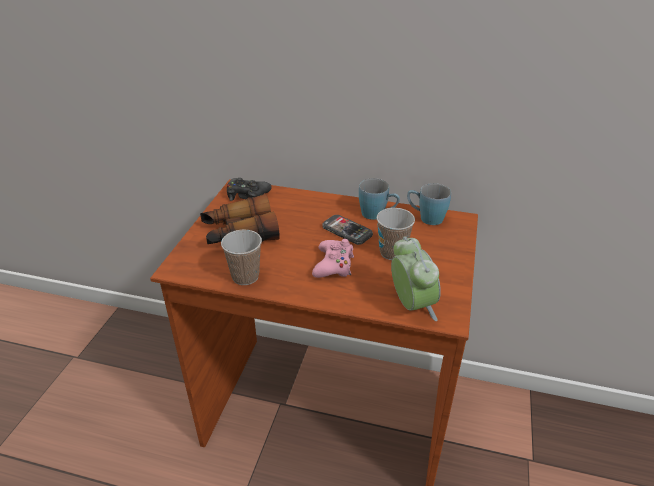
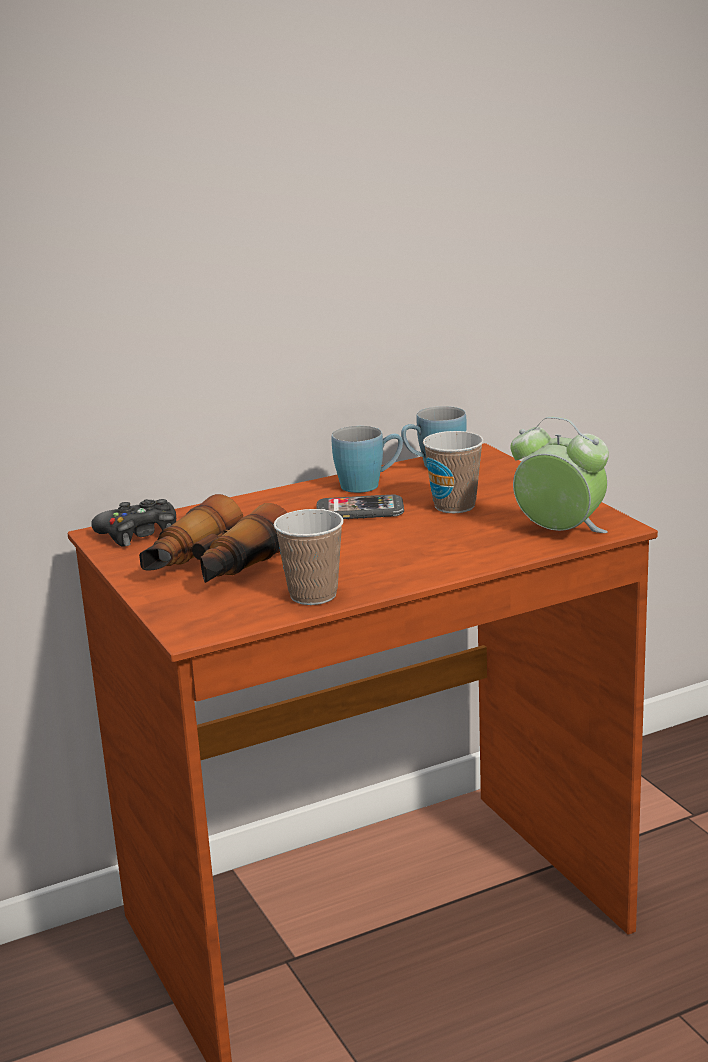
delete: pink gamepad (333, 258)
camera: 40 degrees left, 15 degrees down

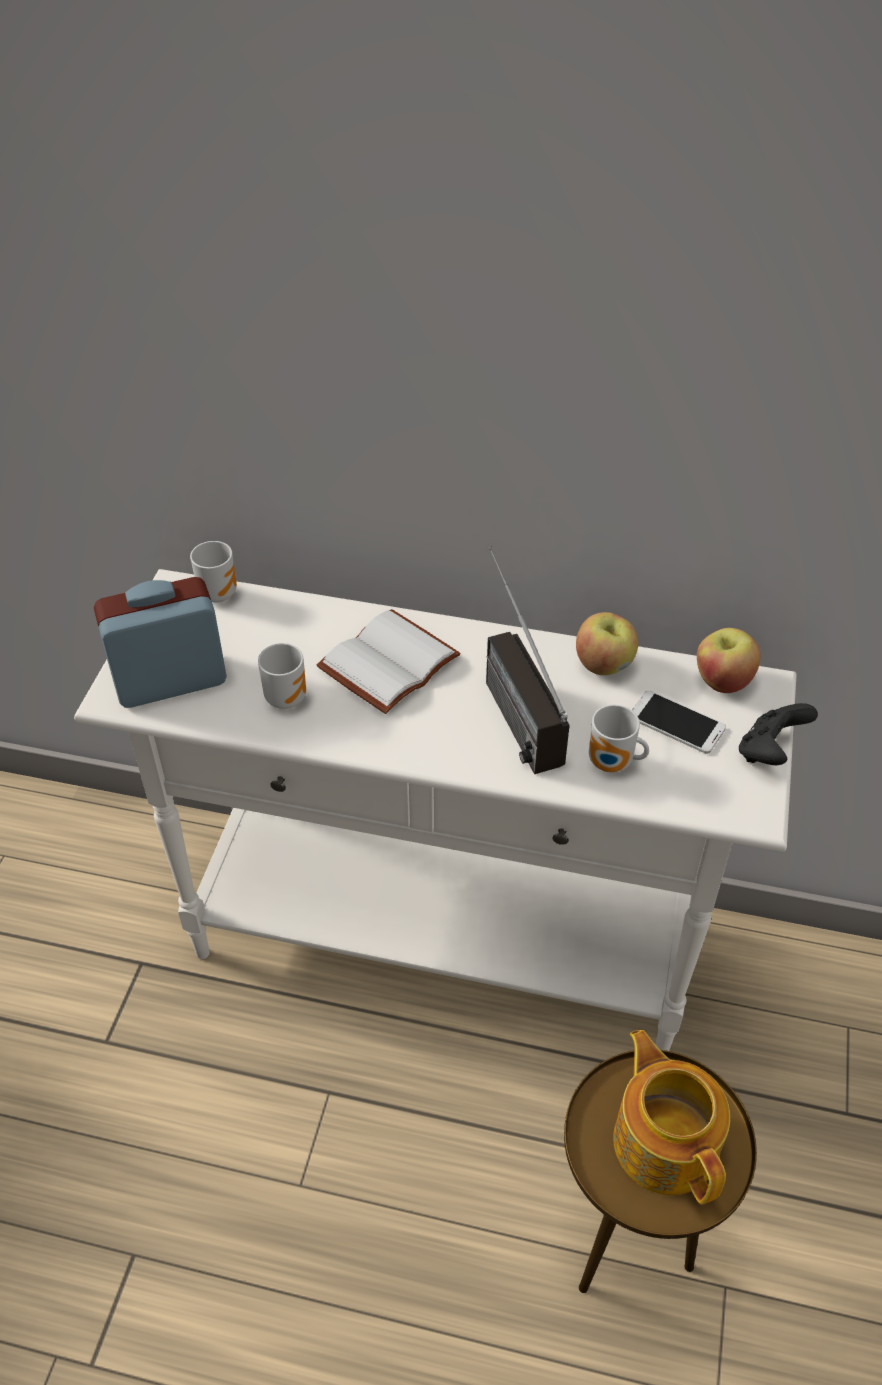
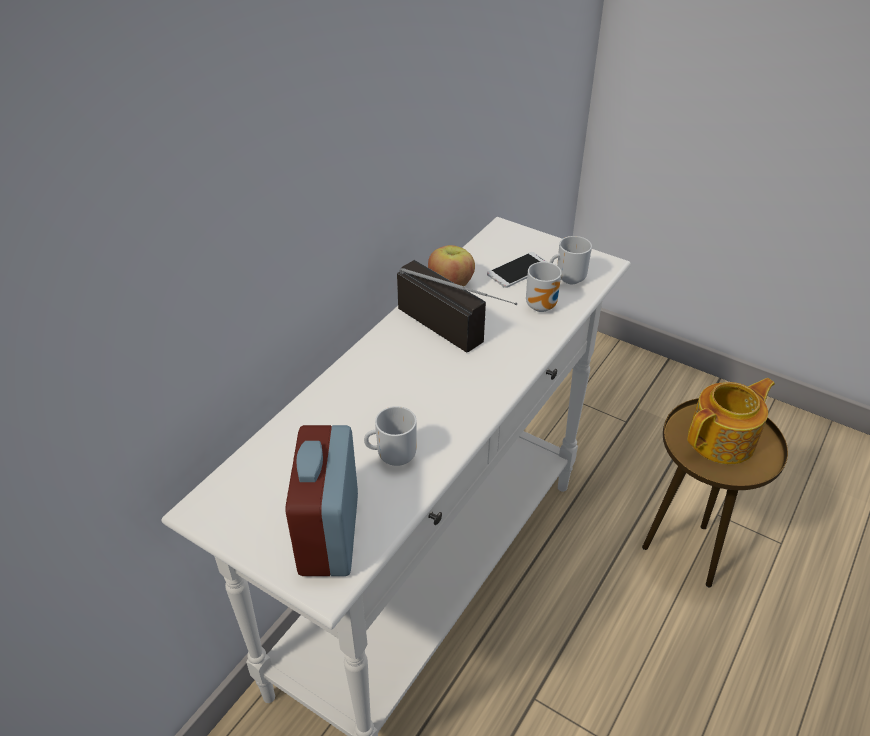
delete: whitish bound book (388, 661); apple (729, 660); blackish gamepad (778, 734)
move: coffee mug (213, 572) to (571, 260)
rotate: radio set (528, 660) = (457, 306) 135 degrees counterclockwise; teapot (671, 1117) = (731, 421) 150 degrees clockwise
camera: 70 degrees left, 5 degrees down

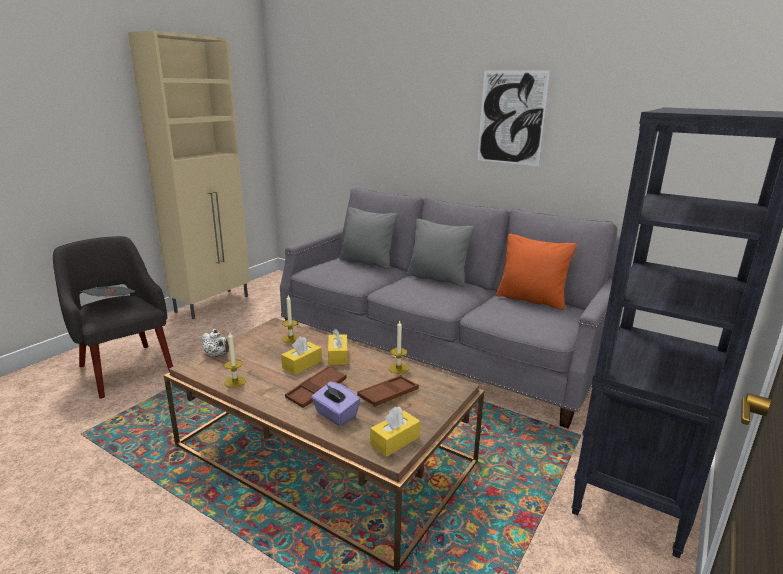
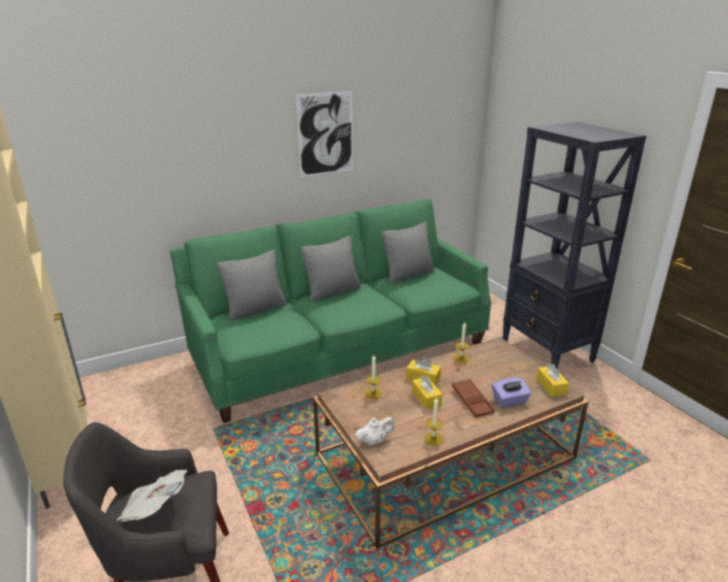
delete: brownish tray (388, 391)
recolor: greyish couch (450, 307) to green couch (330, 311); orange cushion (536, 272) to greyish cushion (408, 252)
camera: 60 degrees left, 5 degrees up

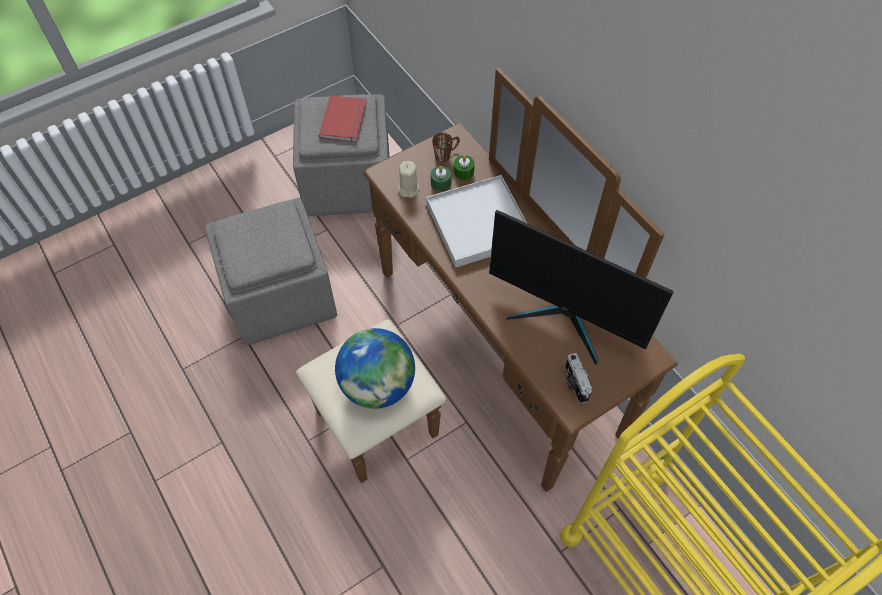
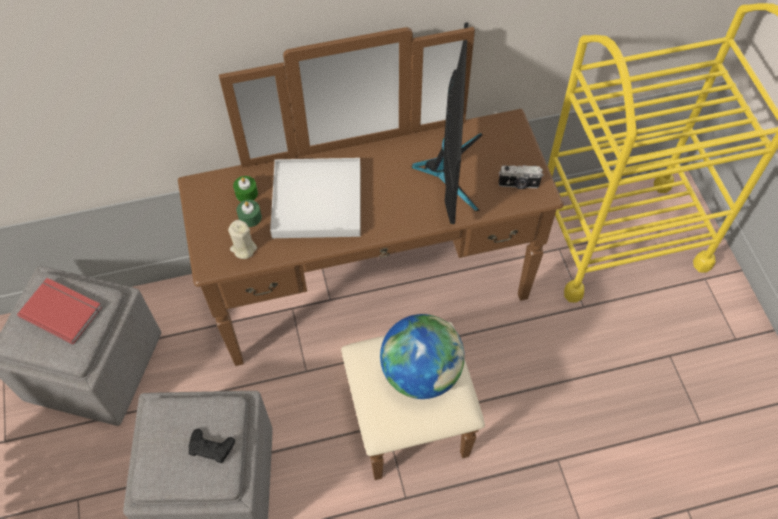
delete: brownish coffee mug (446, 147)
insert: blackish gamepad (212, 446)
rotate: computer display (581, 287) = (447, 123) 45 degrees counterclockwise
camera: 70 degrees left, 0 degrees up

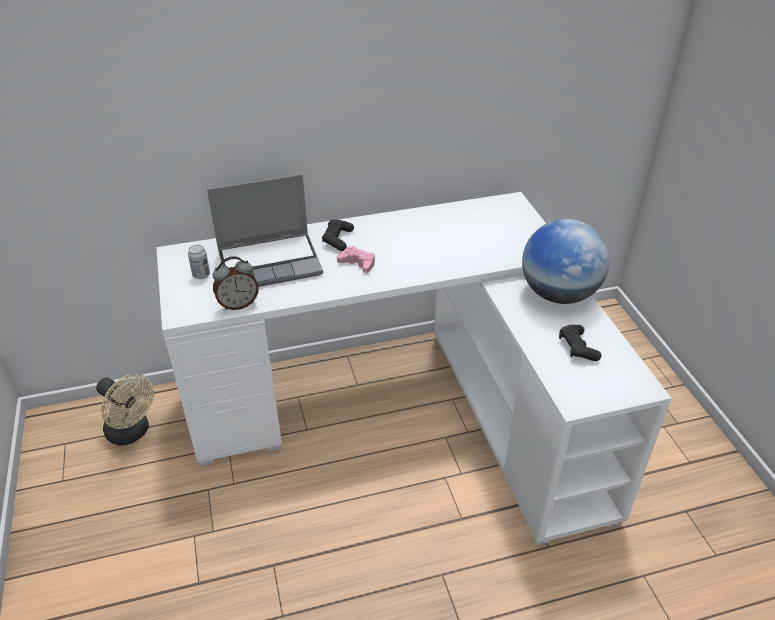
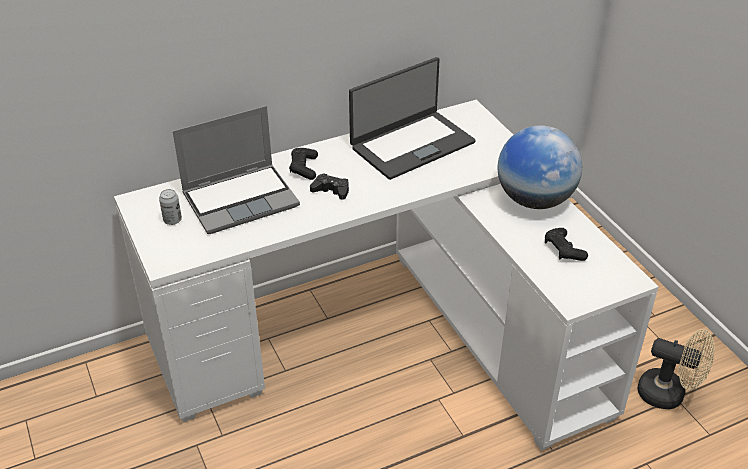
delete: alarm clock (236, 283)
insert: portable computer (412, 118)
move: sand-coloured fan (125, 410) to (676, 369)
recolor: pink gamepad (356, 259) to blackish gamepad (329, 186)
camera: 10 degrees left, 0 degrees up

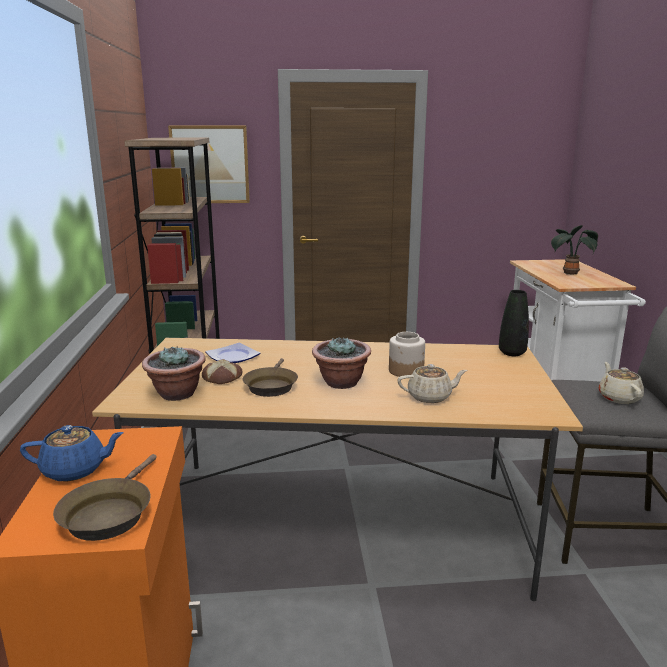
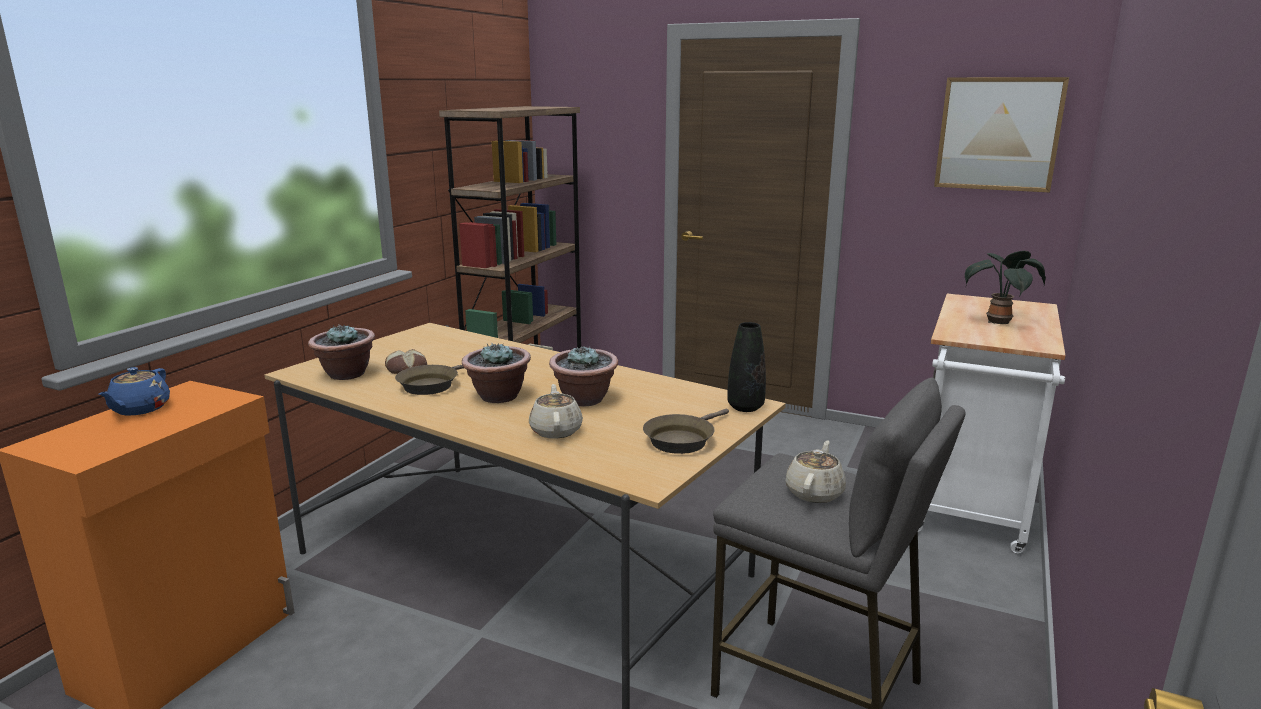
delete: flat dish (232, 353)
move: wall picture (209, 164) to (1001, 134); brownish skillet (105, 497) to (686, 431)
replace: preserve jar (407, 354) to plant in a pot (583, 375)
rotate: sand-coloured teapot (432, 383) = (556, 411) 120 degrees counterclockwise; blue-coloured teapot (72, 453) = (134, 391) 75 degrees clockwise
camera: 30 degrees right, 0 degrees up

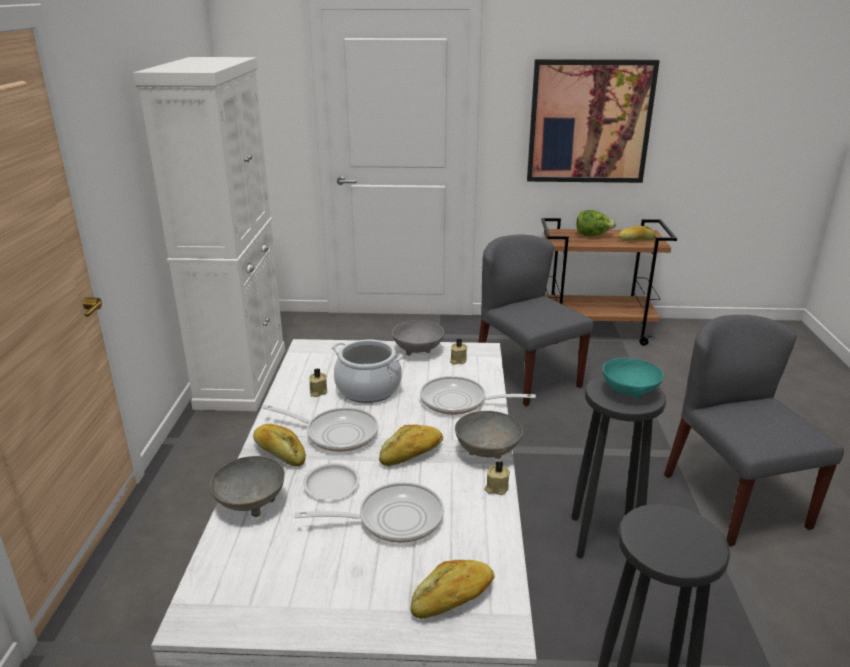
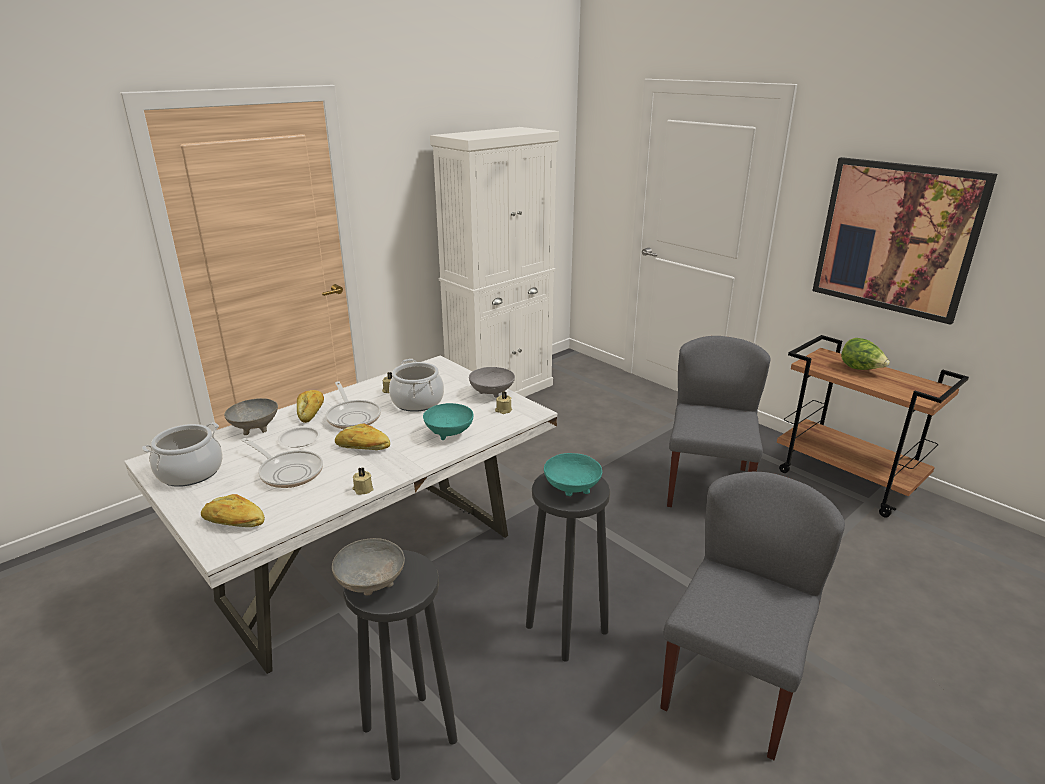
delete: bread (637, 233)
insert: saucepot (182, 454)
move: greyish deep dish (489, 435) to (368, 566)
replace: skillet (478, 395) to turquoise-coloured deep dish (448, 421)
camera: 45 degrees right, 0 degrees up

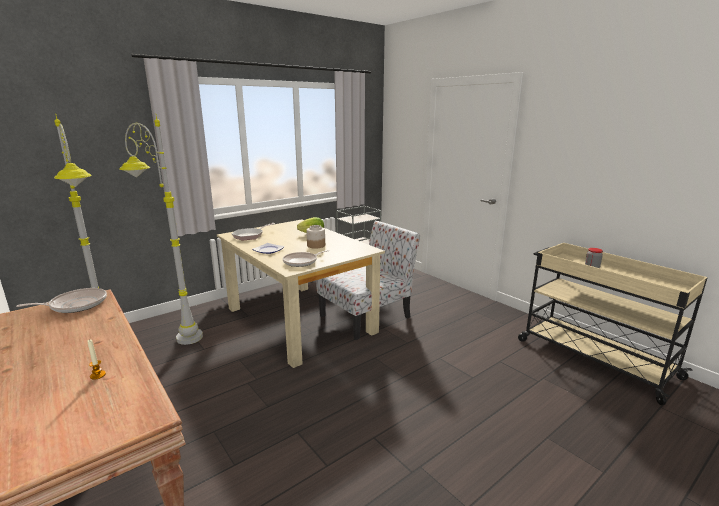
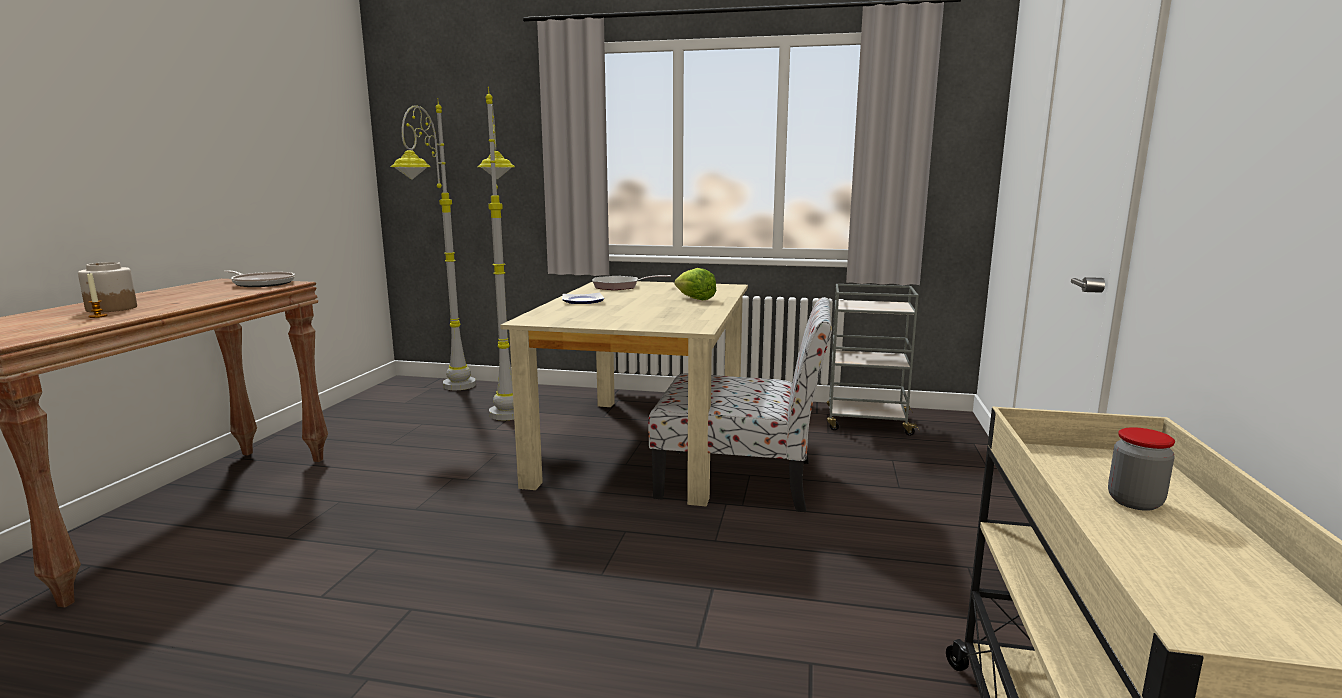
delete: skillet (306, 258)
move: preserve jar (315, 237) to (107, 287)
camera: 50 degrees right, 5 degrees down

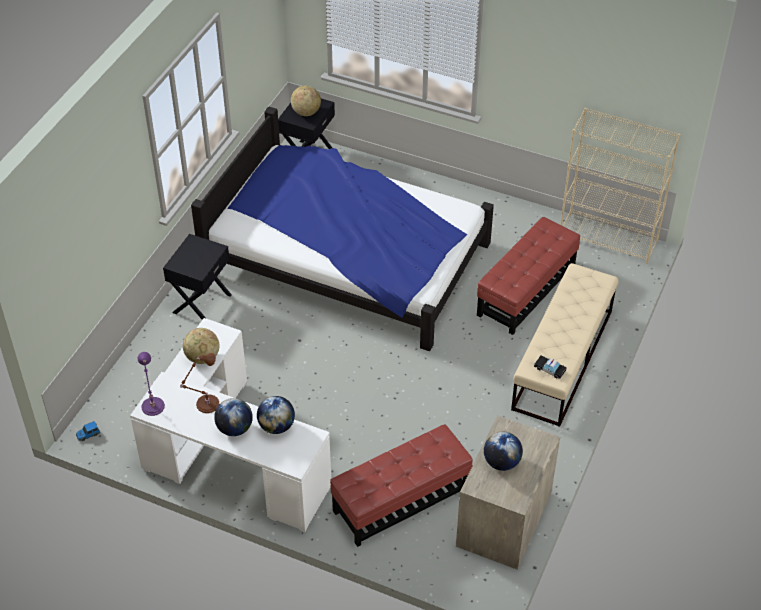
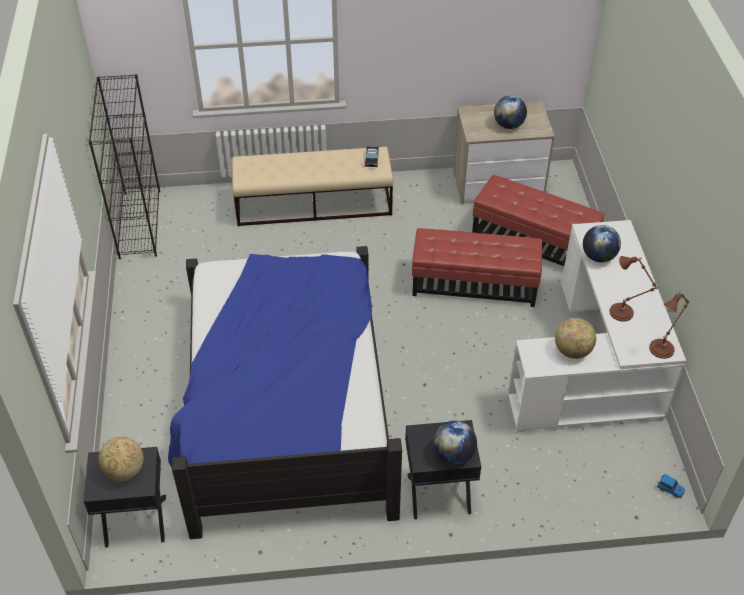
move: red-coloured footrest (528, 276) to (477, 267); world globe (233, 417) to (455, 442)
recolor: sand-coloured shelving unit (620, 186) to blackish shelving unit (124, 166); purple-coloured table lamp (151, 384) to brownish table lamp (669, 325)
camera: 120 degrees left, 0 degrees up

